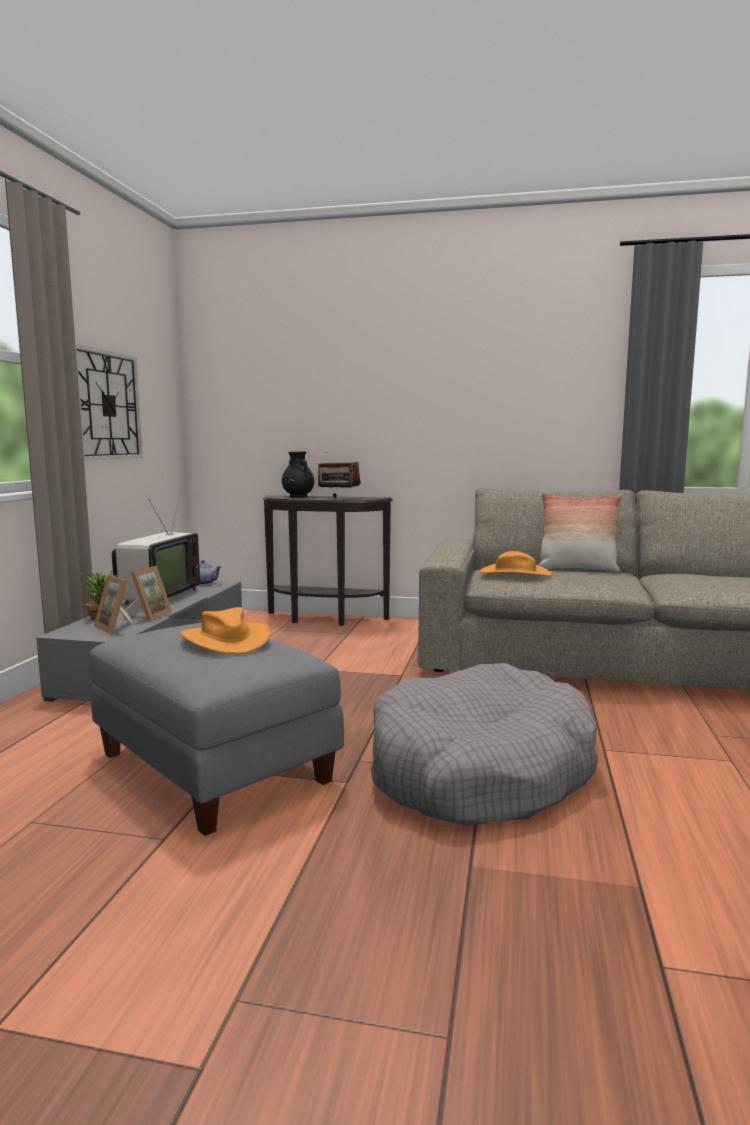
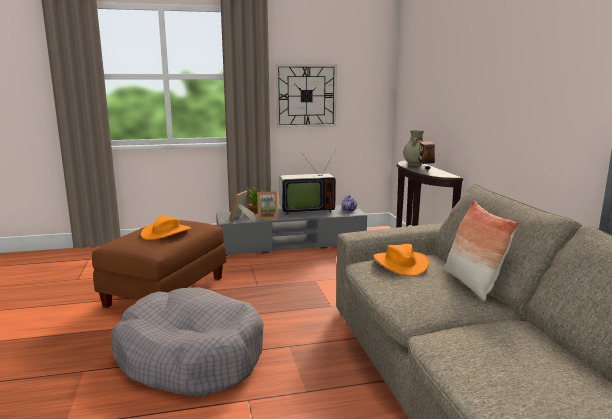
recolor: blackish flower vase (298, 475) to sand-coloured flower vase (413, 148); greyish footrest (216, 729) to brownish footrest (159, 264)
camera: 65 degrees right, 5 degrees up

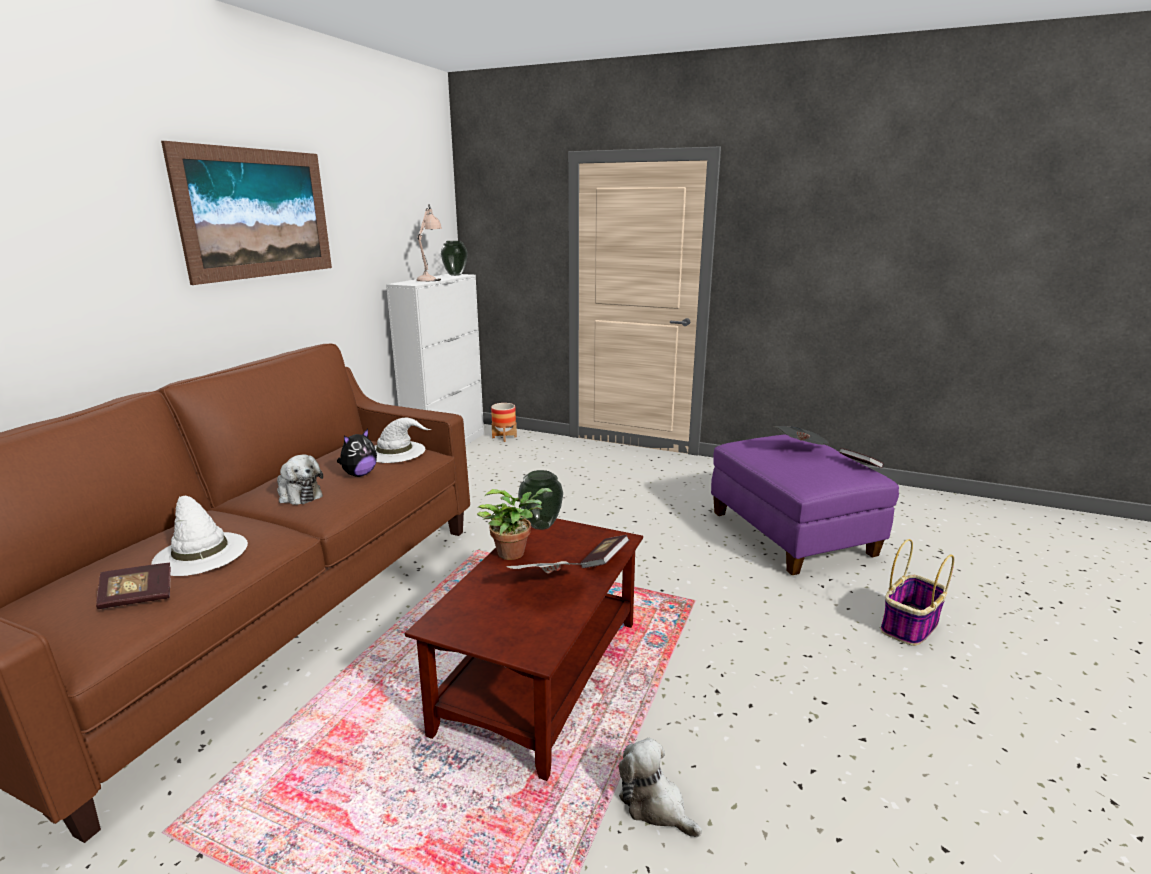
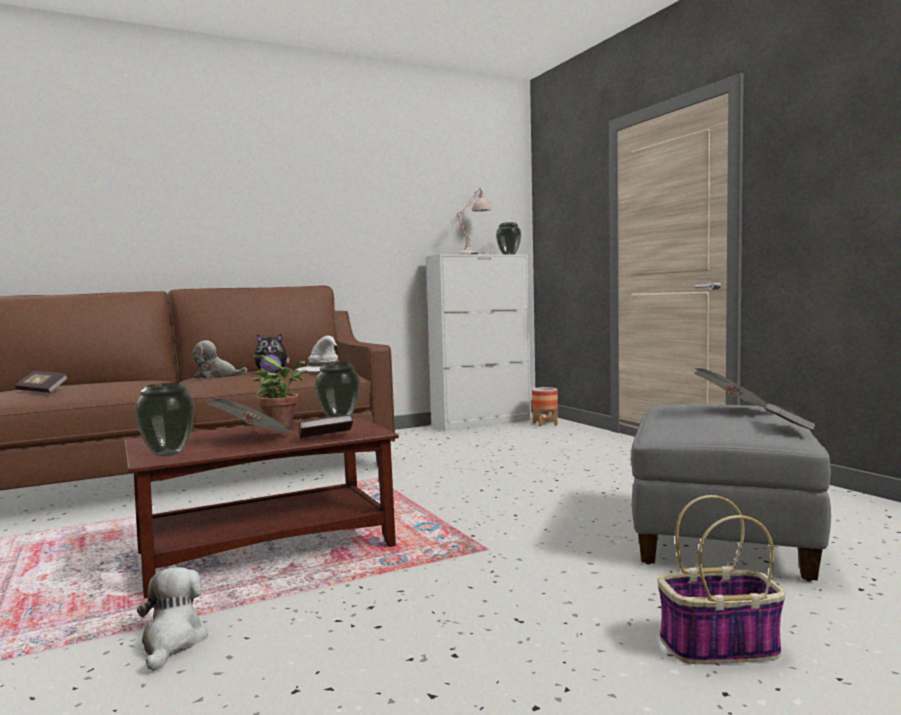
delete: wall picture (246, 213); whitish wearable hat (199, 536)
insert: flower vase (164, 419)
recolor: purple-coloured footrest (805, 504) to greyish footrest (731, 492)
rotate: cuddly toy (300, 479) = (219, 359) 105 degrees clockwise
camera: 40 degrees right, 15 degrees down

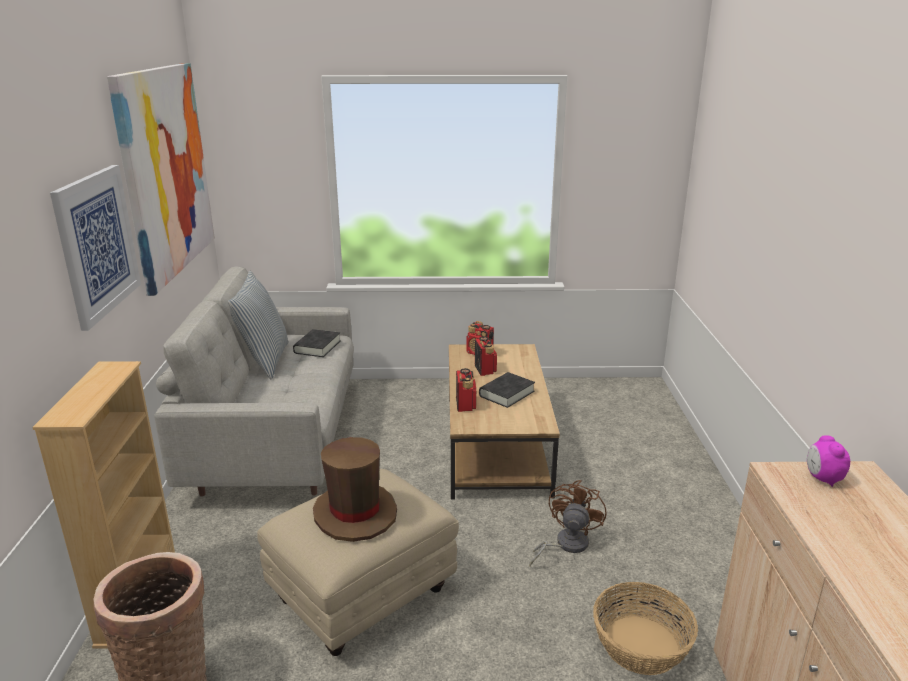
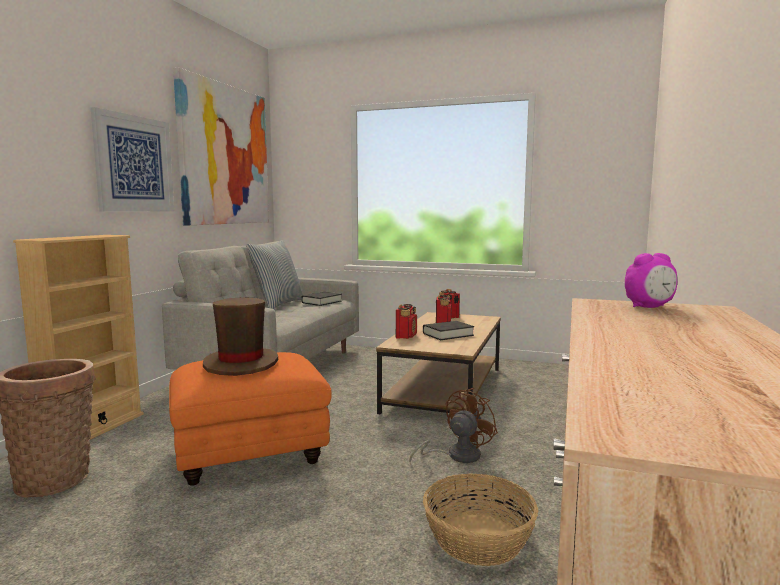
recolor: sand-coloured footrest (358, 562) to orange footrest (250, 419)
rotate: alarm clock (828, 461) = (651, 280) 120 degrees counterclockwise
camera: 20 degrees right, 15 degrees down

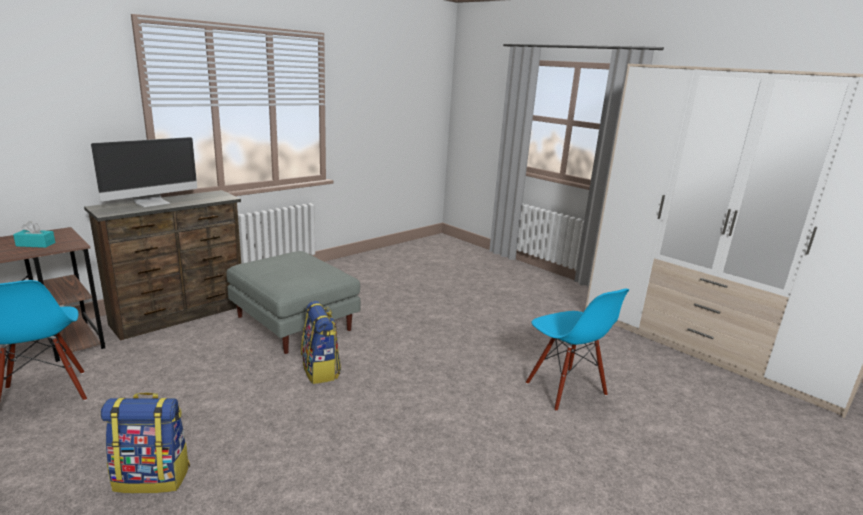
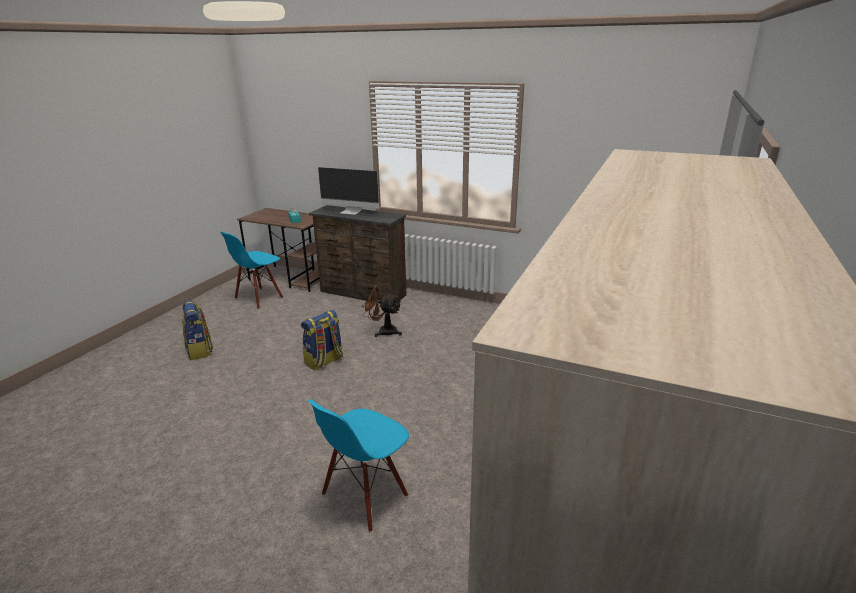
replace: greyish footrest (293, 302) to brownish fan (381, 309)
camera: 70 degrees right, 5 degrees up

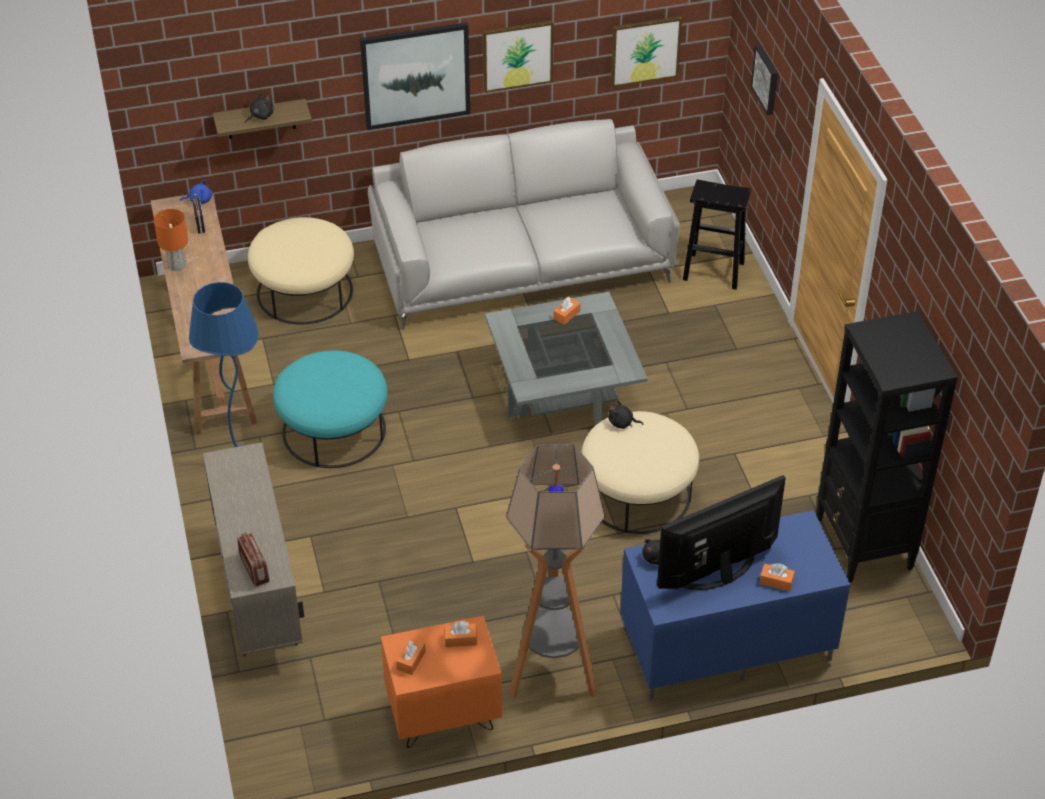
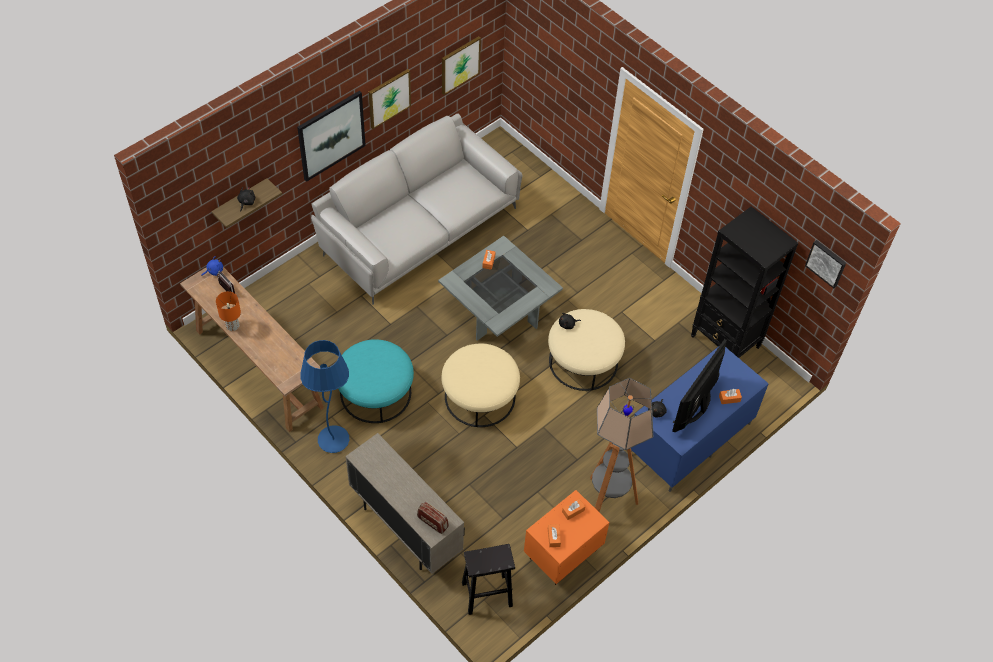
move: wall picture (764, 80) to (825, 264); blackish stool seat (717, 234) to (488, 579); sand-coloured footrest (301, 270) to (480, 385)
camera: 30 degrees left, 10 degrees up

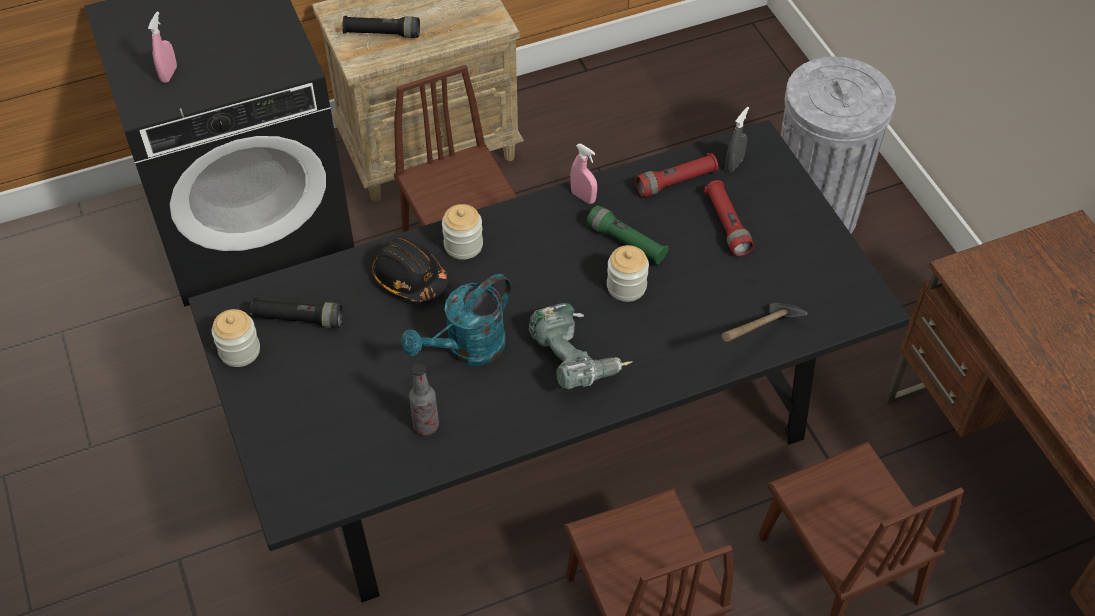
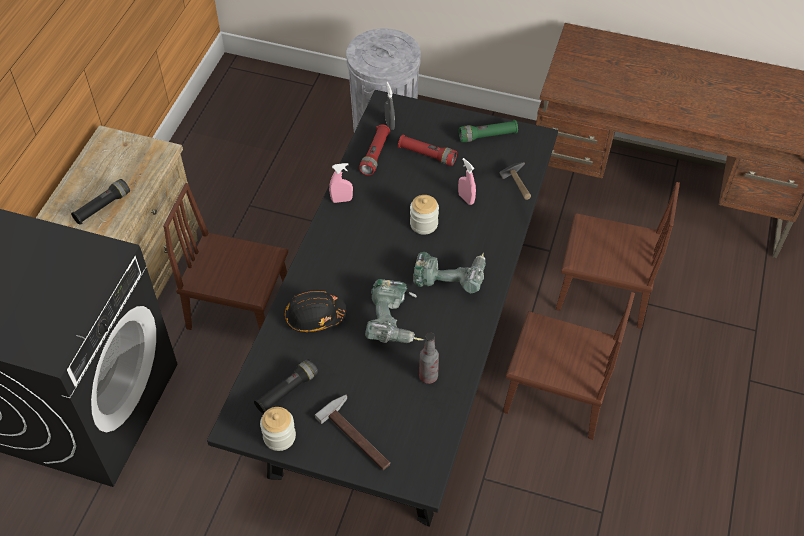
delete: preserve jar (462, 232)
insert: hammer (352, 432)
move: pink spray bottle (162, 47) to (467, 181); green torch (628, 234) to (488, 131)
replace: turquoise-coloured watering can (456, 320) to power drill (394, 311)
camera: 50 degrees left, 0 degrees up

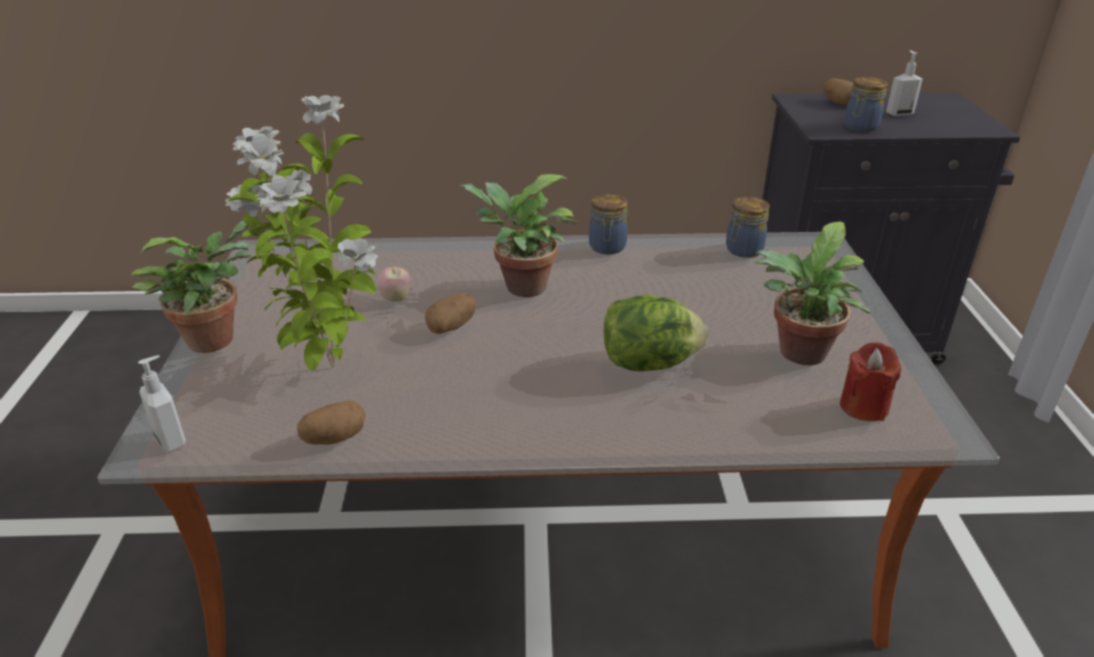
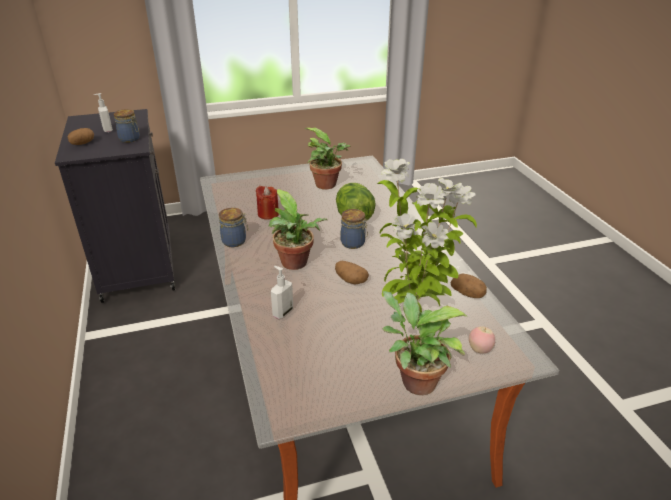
move: preserve jar (748, 227) to (354, 229); apple (394, 284) to (482, 340); red-coloured wax candle (870, 381) to (267, 203); soap dispenser (162, 403) to (282, 292)
camera: 105 degrees left, 0 degrees up

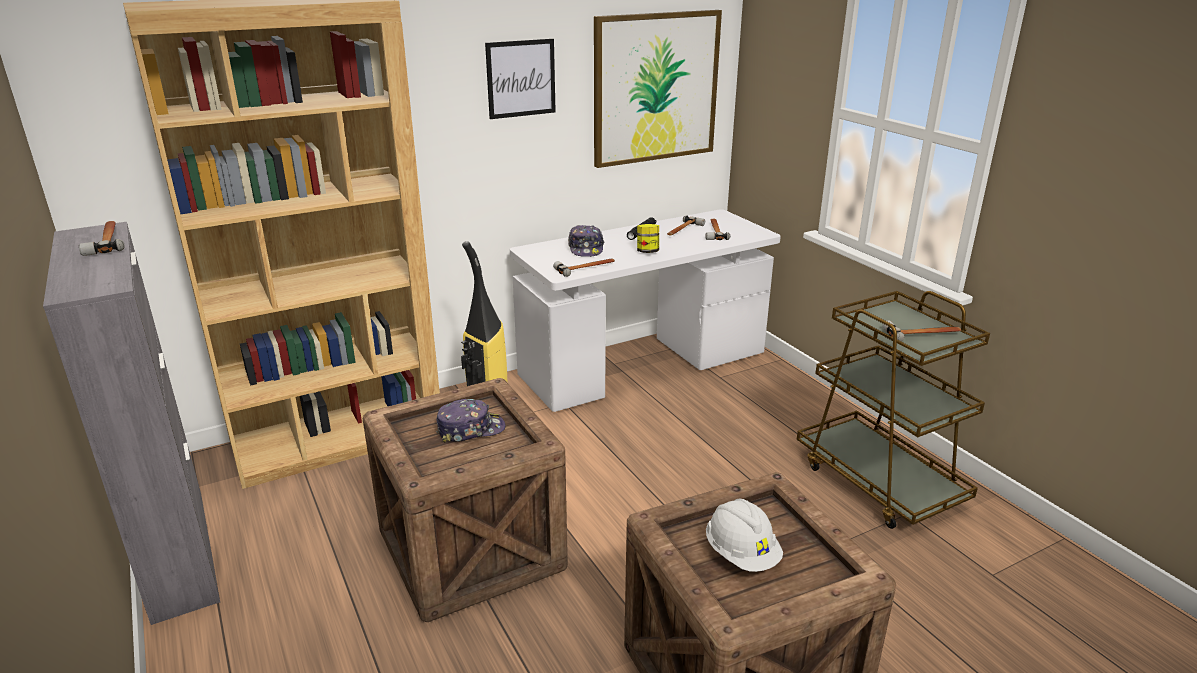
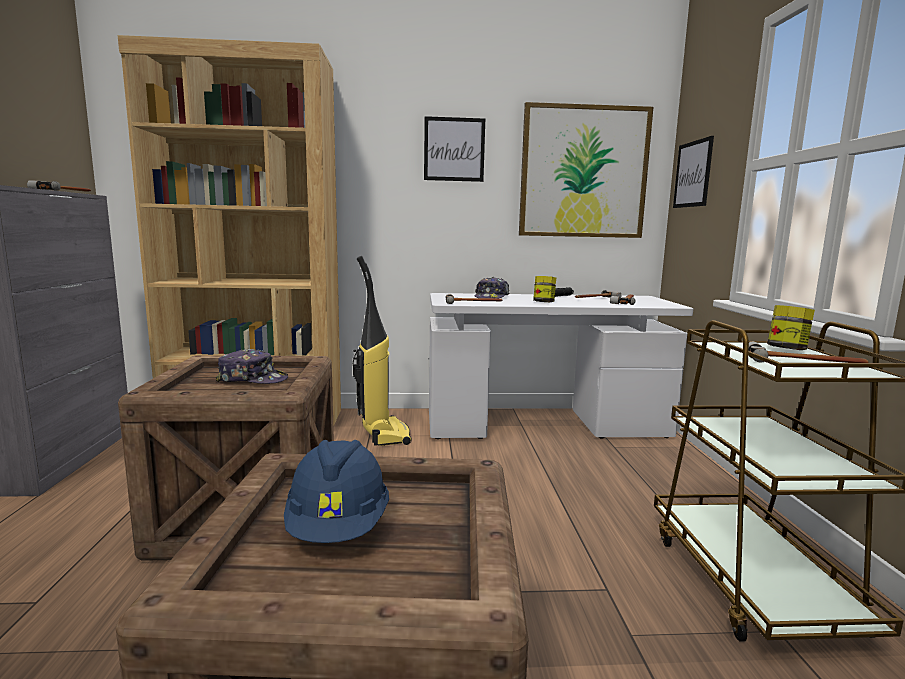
insert: wall picture (693, 172); preserve jar (791, 327)
recolor: whitish hard hat (744, 535) to blue-coloured hard hat (336, 491)
camera: 25 degrees right, 15 degrees down

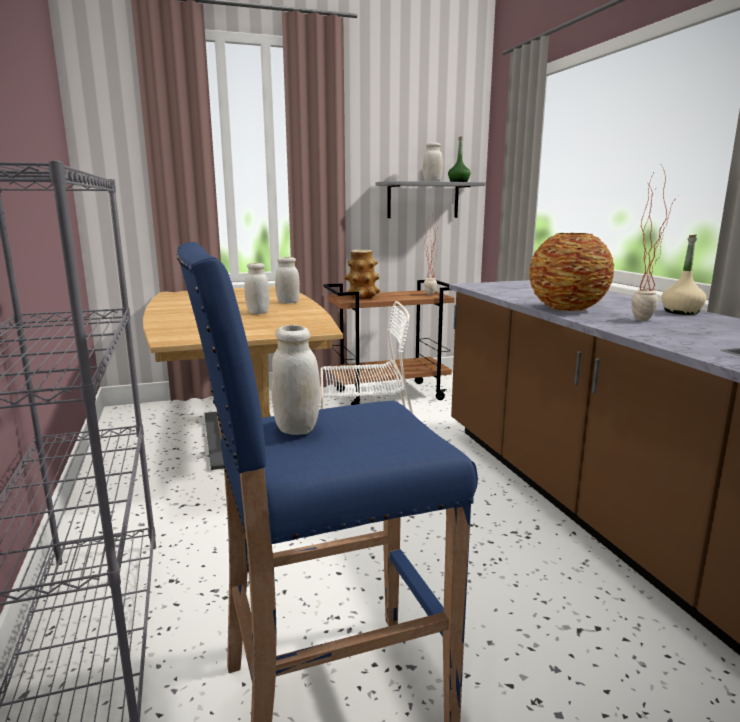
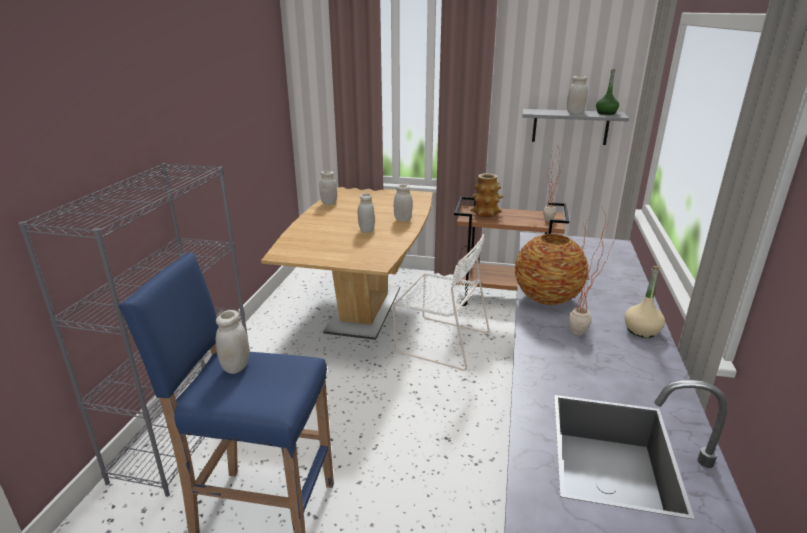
insert: whitish preserve jar (328, 188)
camera: 30 degrees right, 10 degrees up

